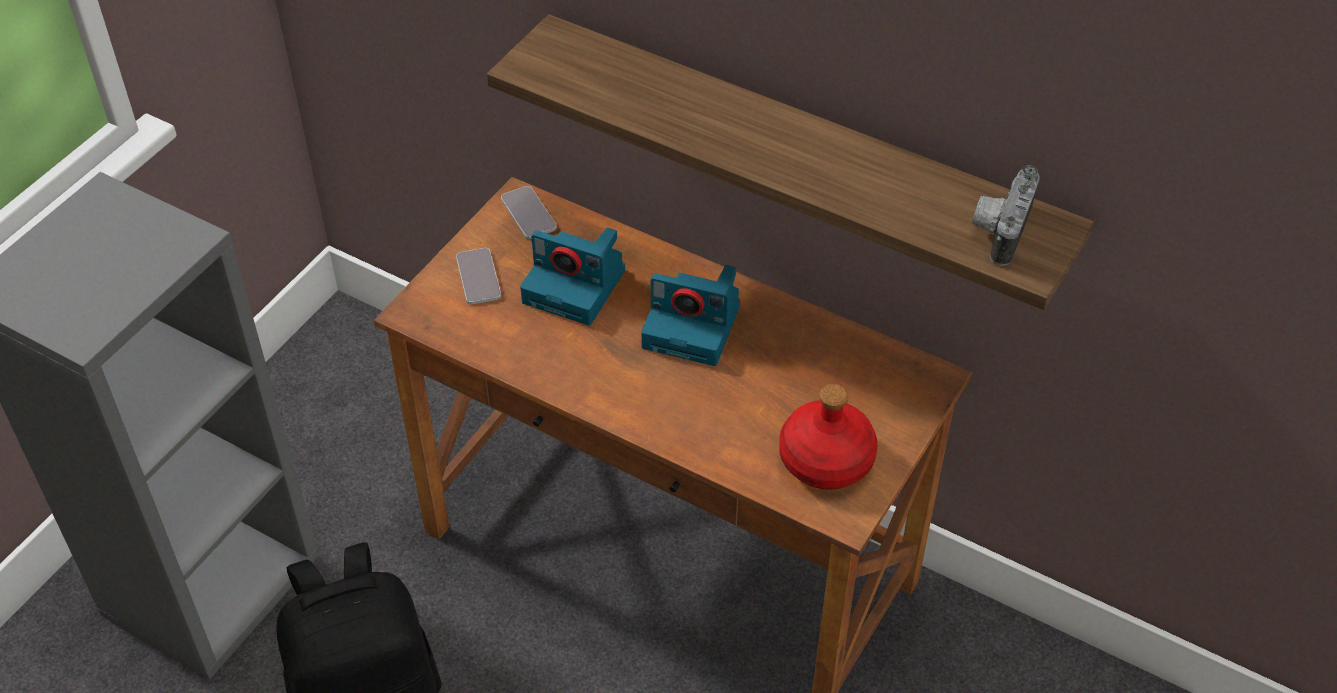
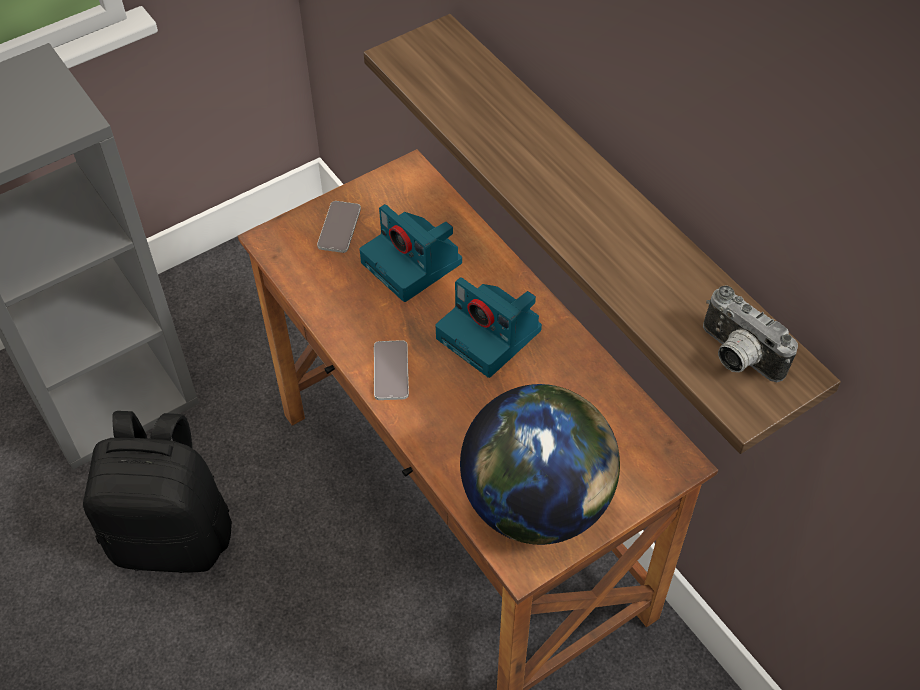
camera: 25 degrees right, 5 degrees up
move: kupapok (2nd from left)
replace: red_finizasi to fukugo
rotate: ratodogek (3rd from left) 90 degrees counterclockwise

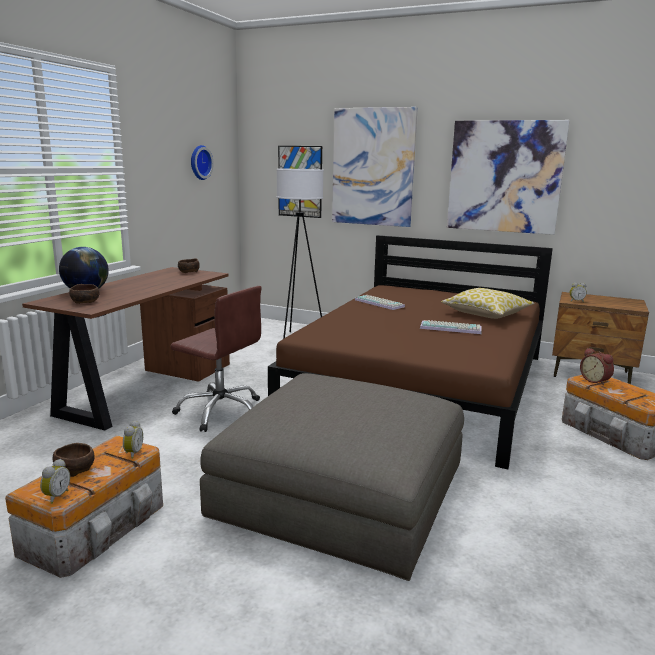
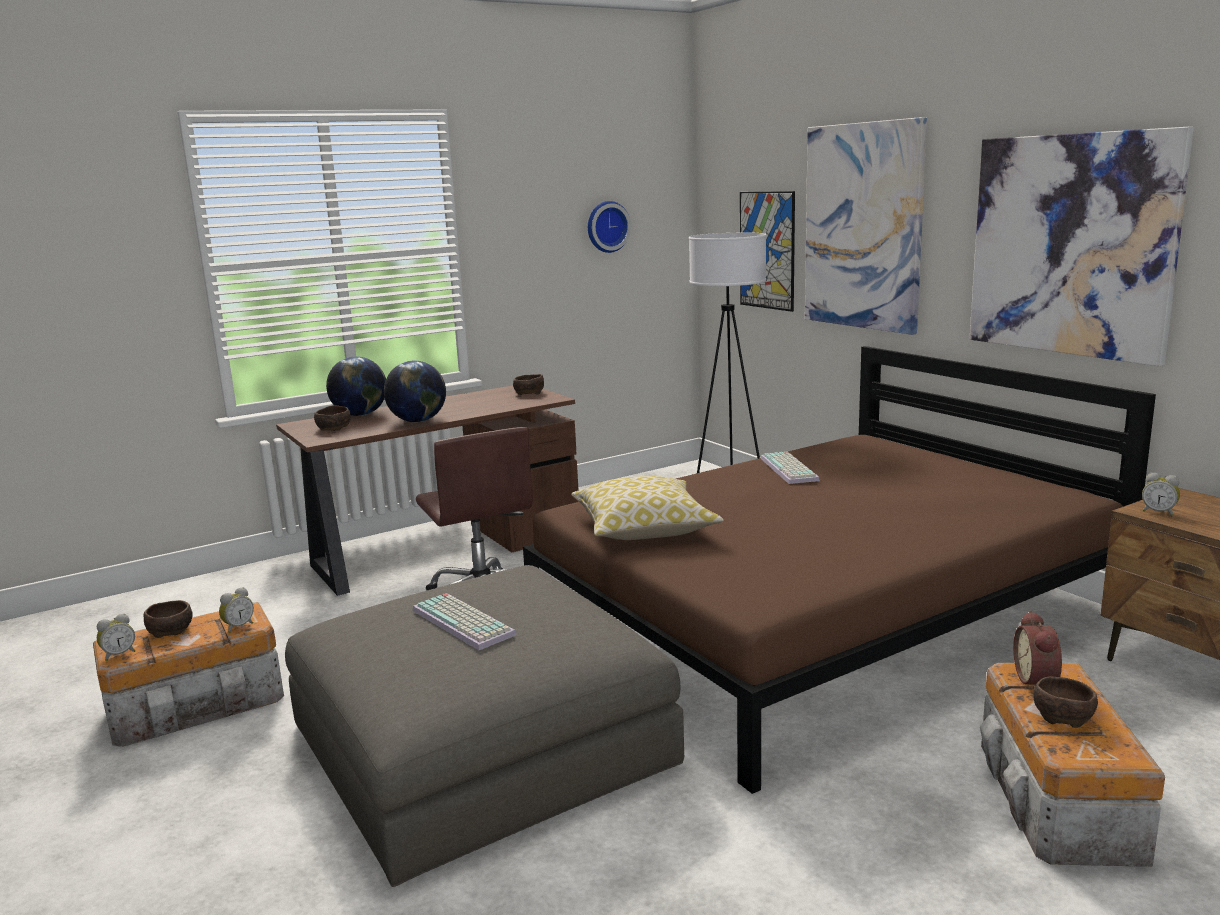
camera: 35 degrees right, 0 degrees up
insert: fukugo (2nd from left); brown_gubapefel (4th from left)
move: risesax (2nd from left in the first image) to risesax (1st from left); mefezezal

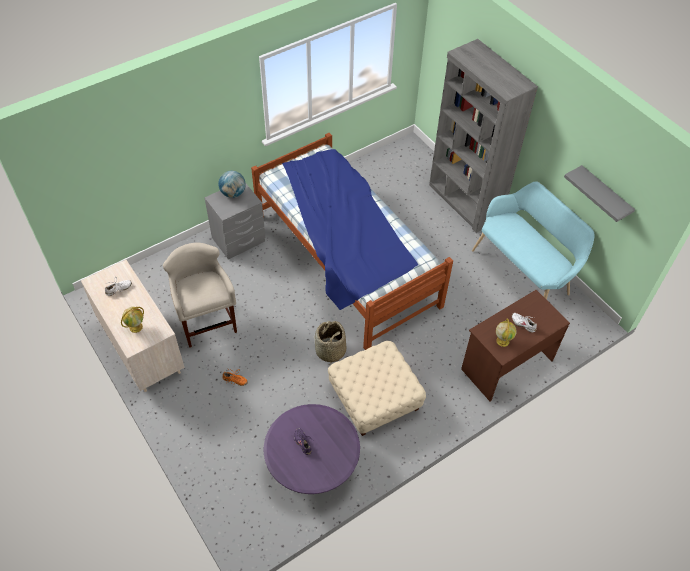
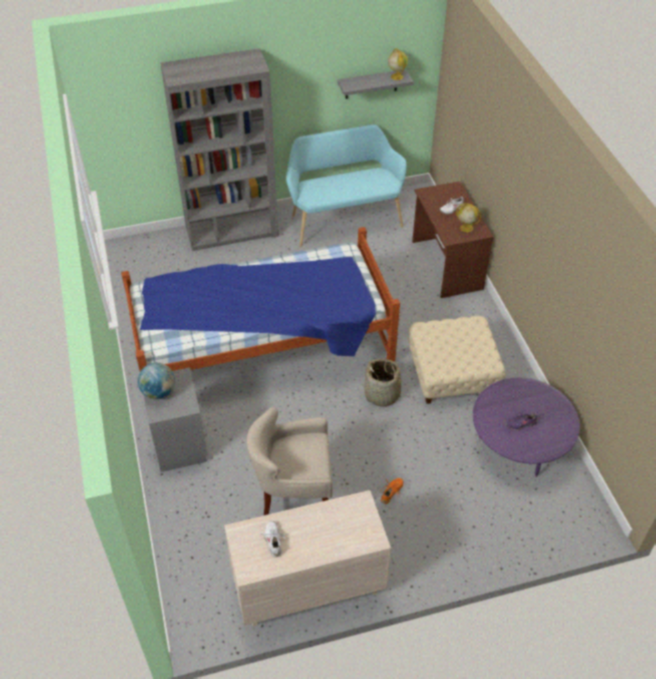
camera: 70 degrees left, 5 degrees down
move: fukugo (1st from left in the first image) to fukugo (2nd from left)

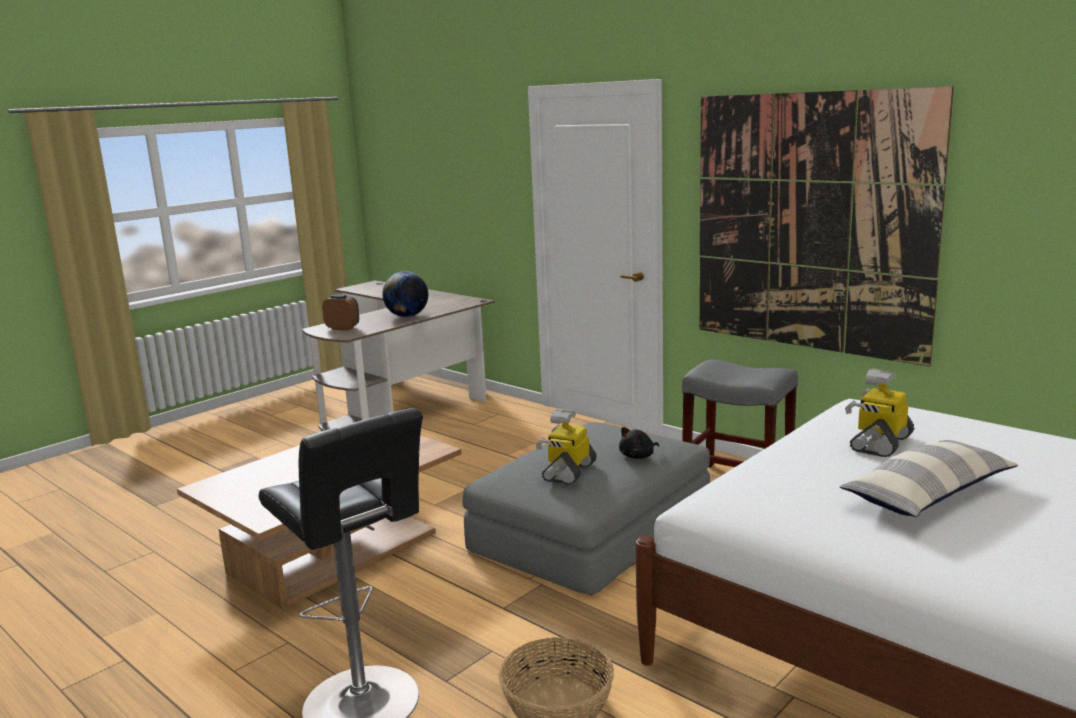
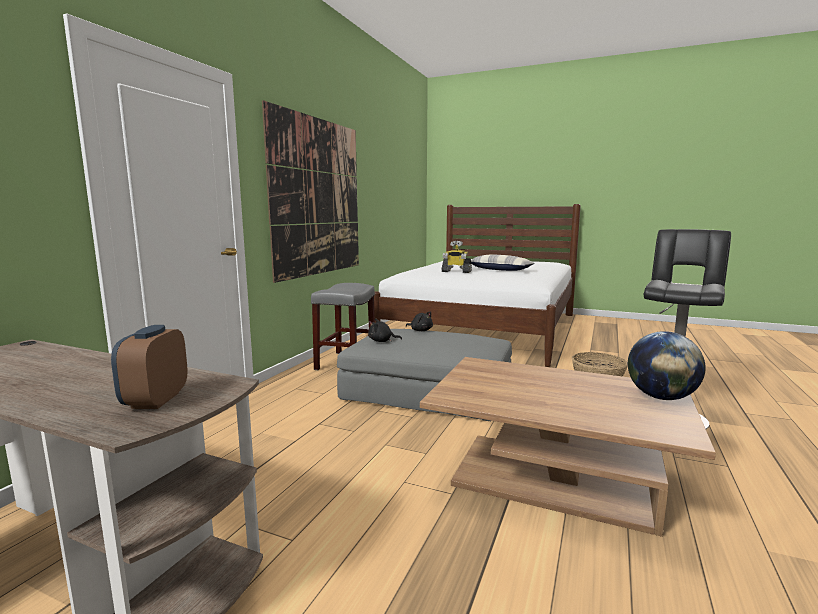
camera: 110 degrees left, 5 degrees down
delete: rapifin (1st from left)
insert: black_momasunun (1st from left)
move: fukugo

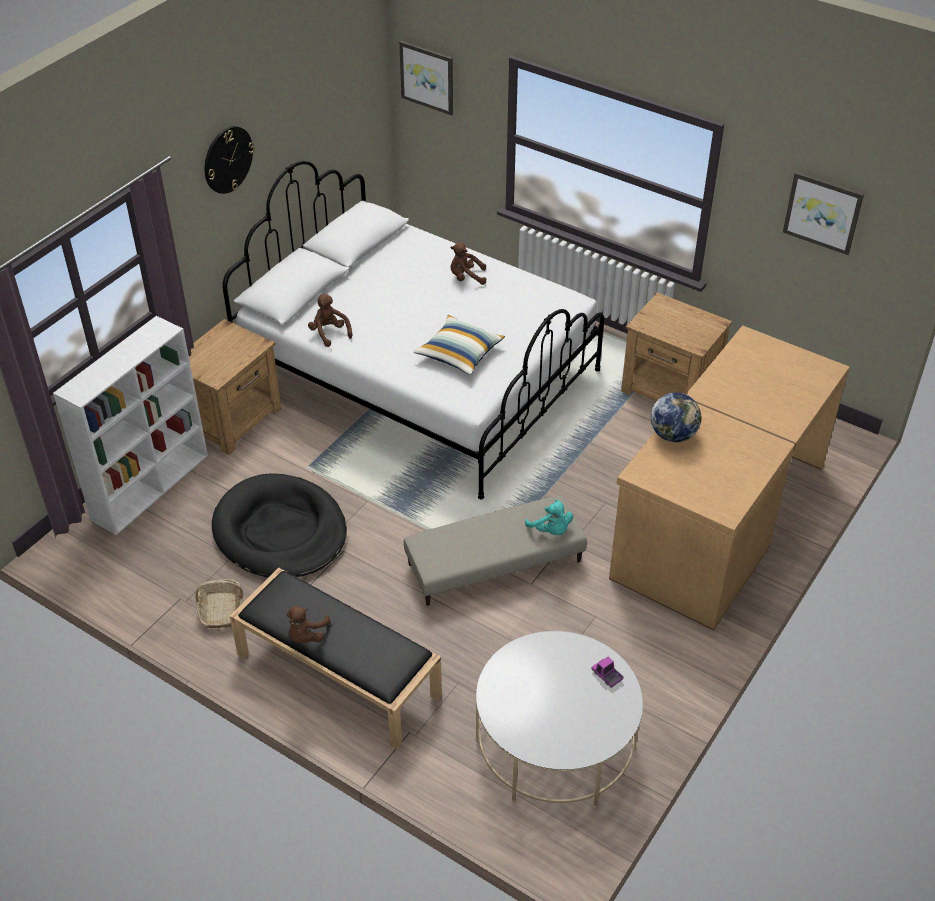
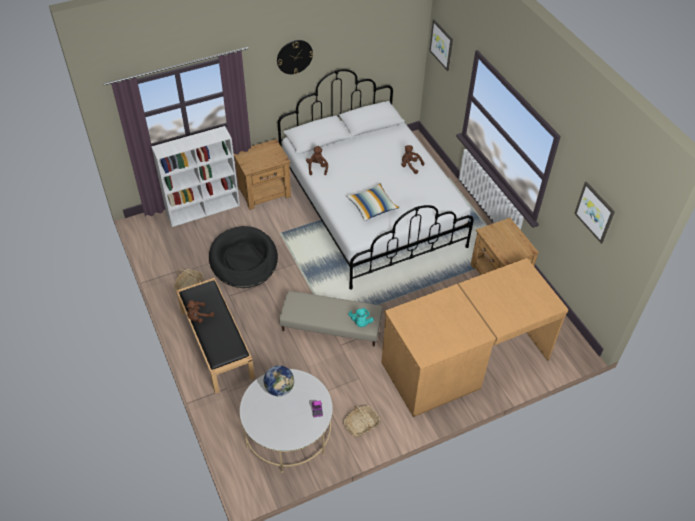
camera: 30 degrees right, 5 degrees up
insert: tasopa (2nd from left)
move: fukugo

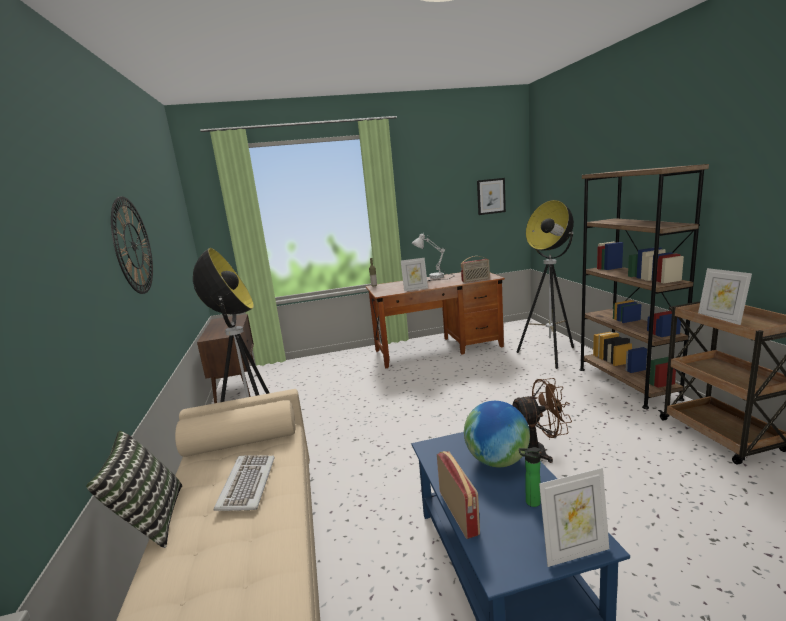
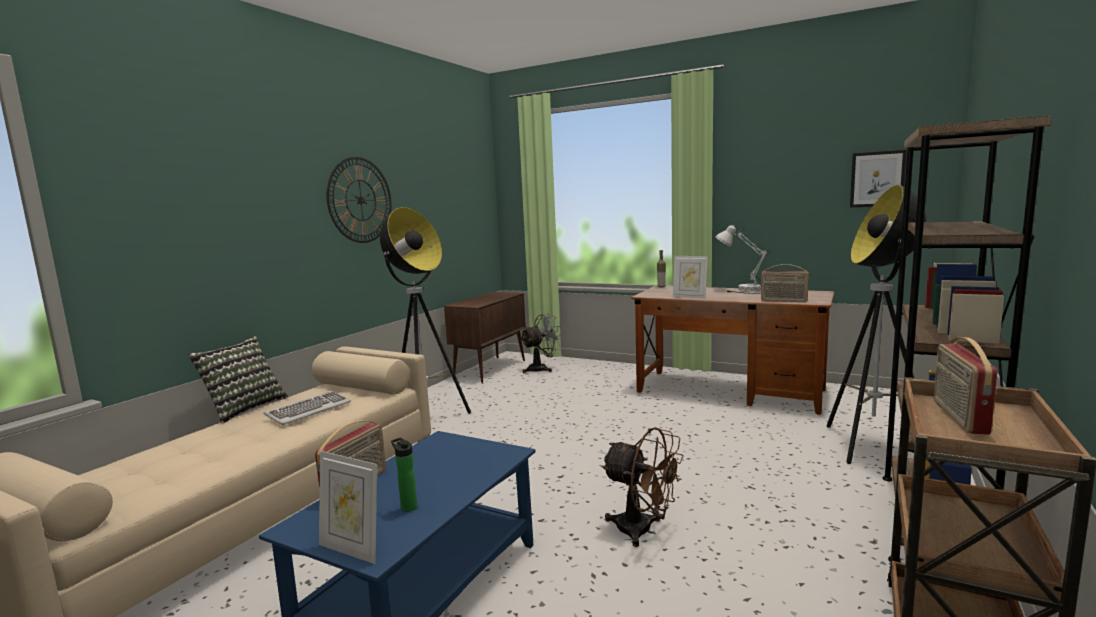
camera: 40 degrees right, 5 degrees down
delete: fukugo
insert: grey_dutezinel
replace: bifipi (3rd from left) to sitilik (3rd from left)

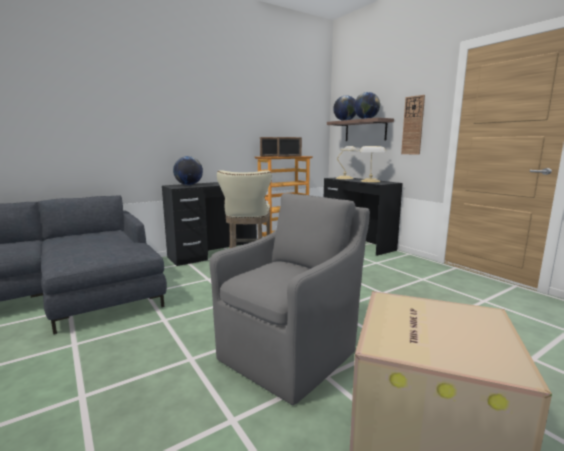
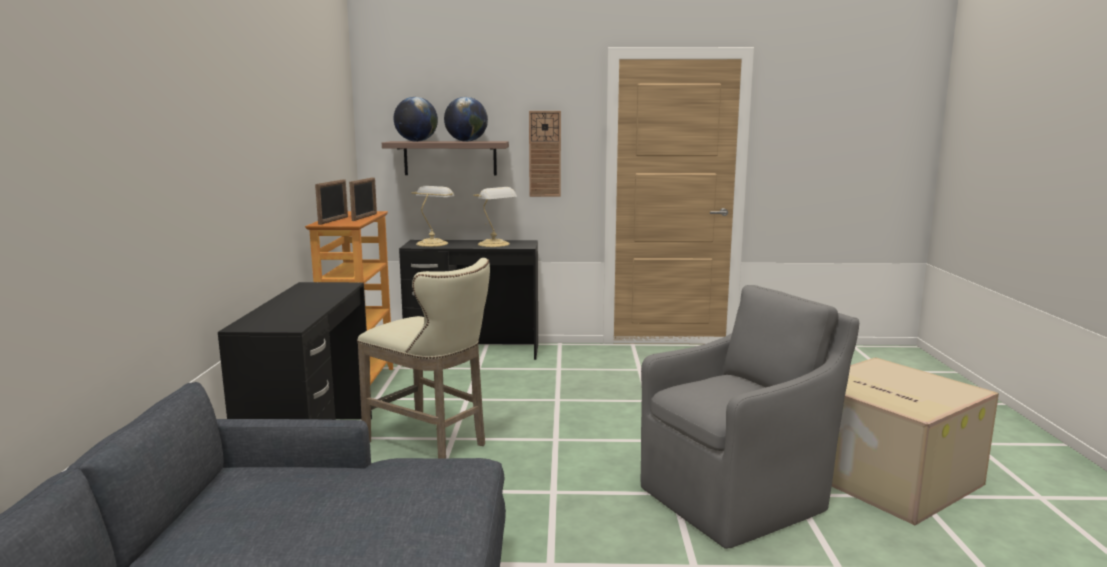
camera: 55 degrees left, 0 degrees up
delete: fukugo (1st from left)
rotate: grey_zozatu 75 degrees clockwise

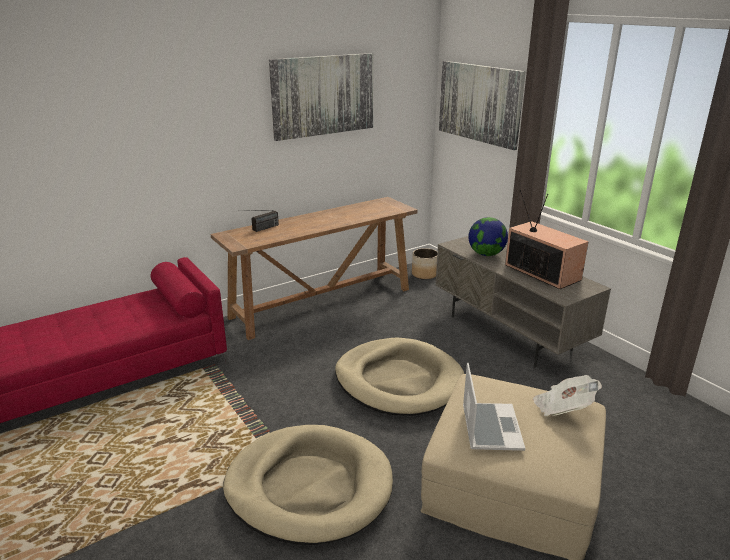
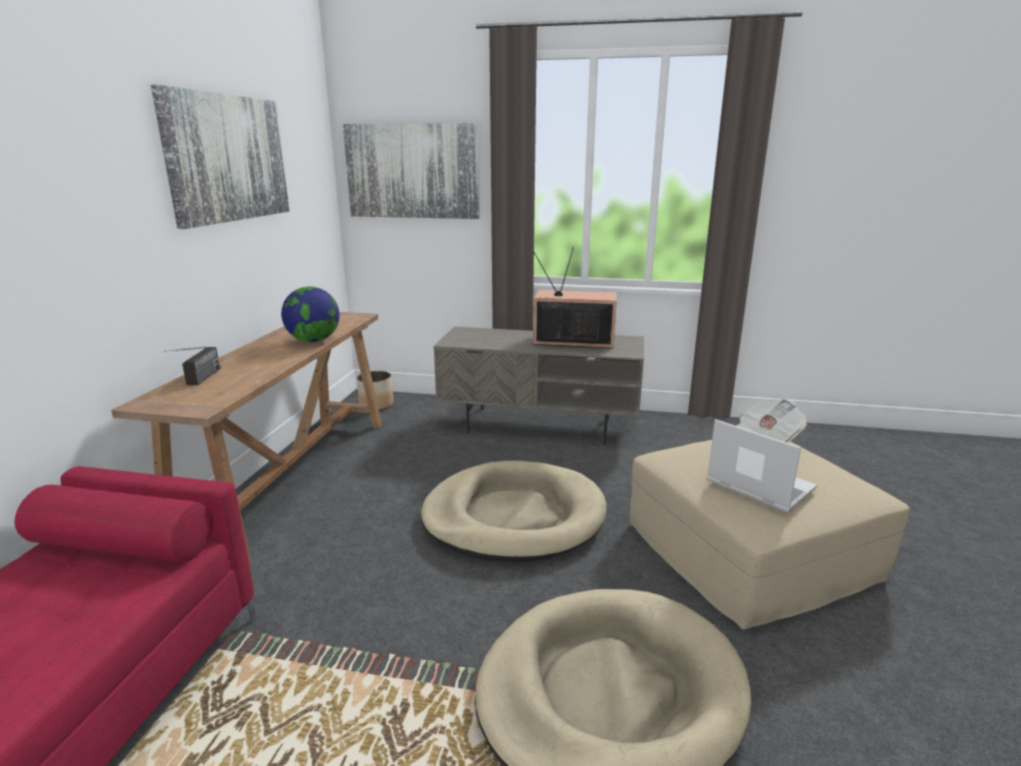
camera: 45 degrees left, 5 degrees down
move: fukugo

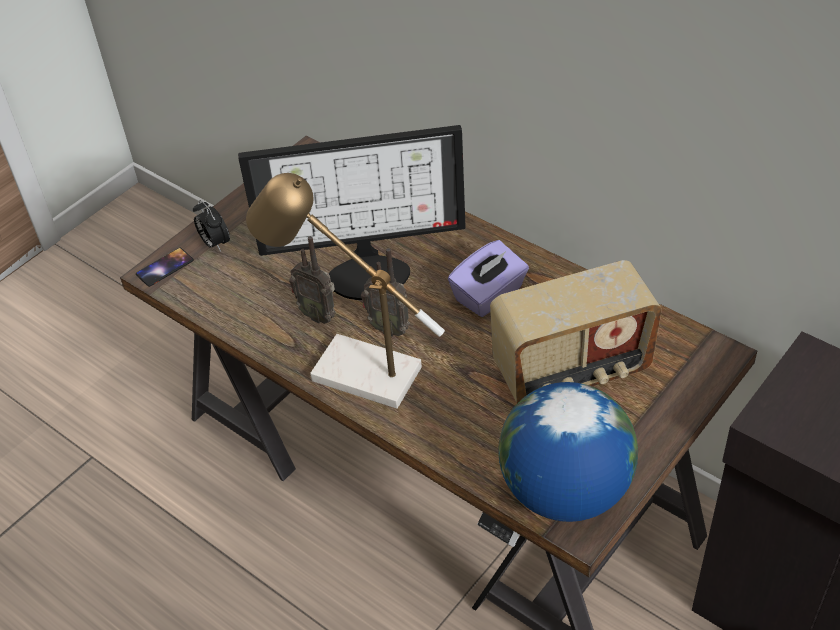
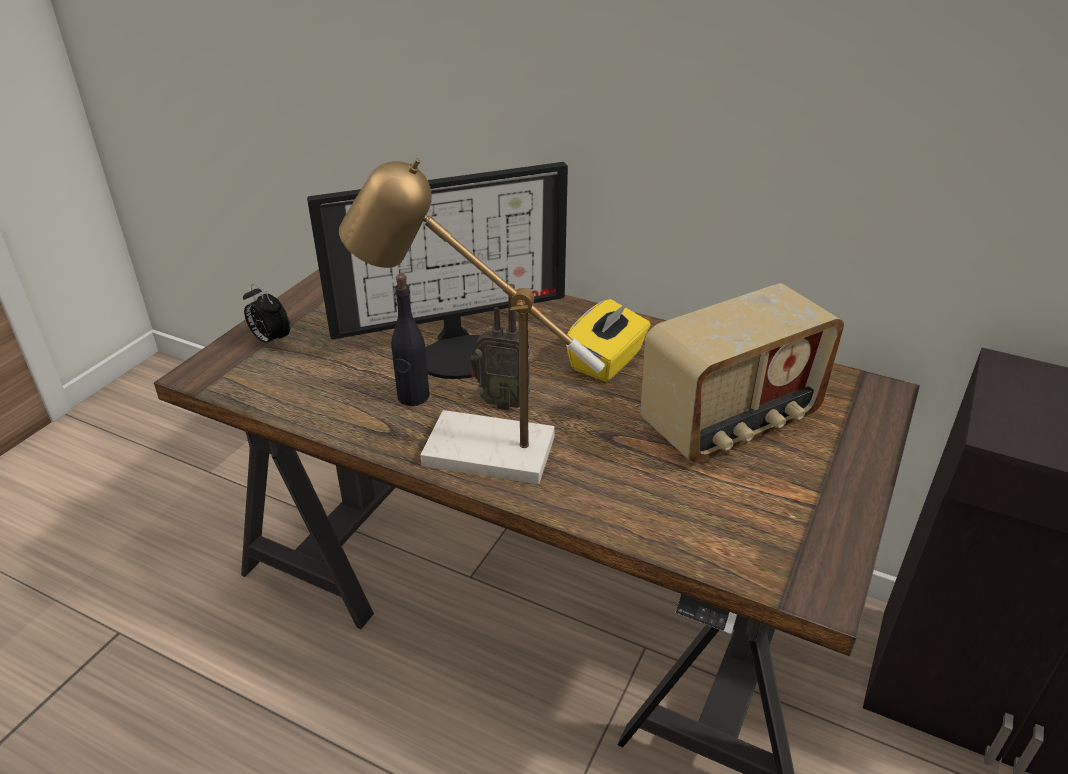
camera: 15 degrees left, 10 degrees down
delete: kupapok; fukugo
replace: sitilik (1st from left) to black_finizasi
recolor: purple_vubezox to yellow_vubezox

